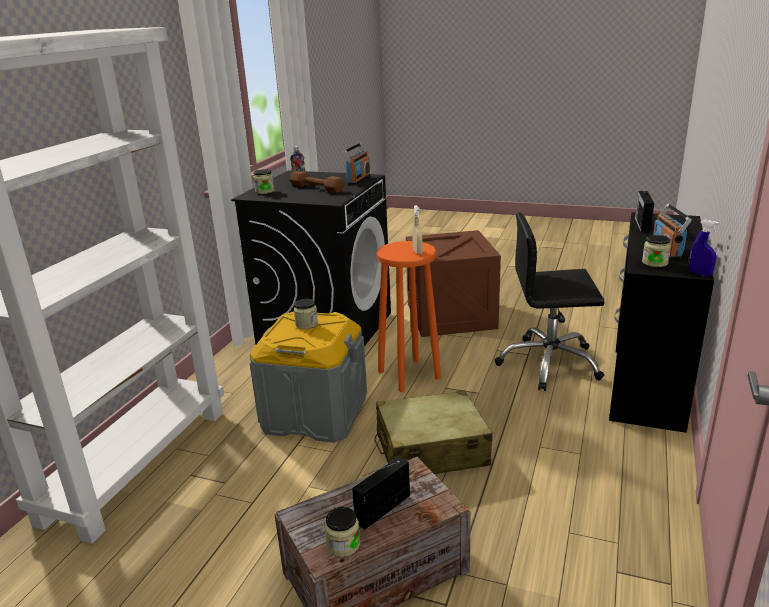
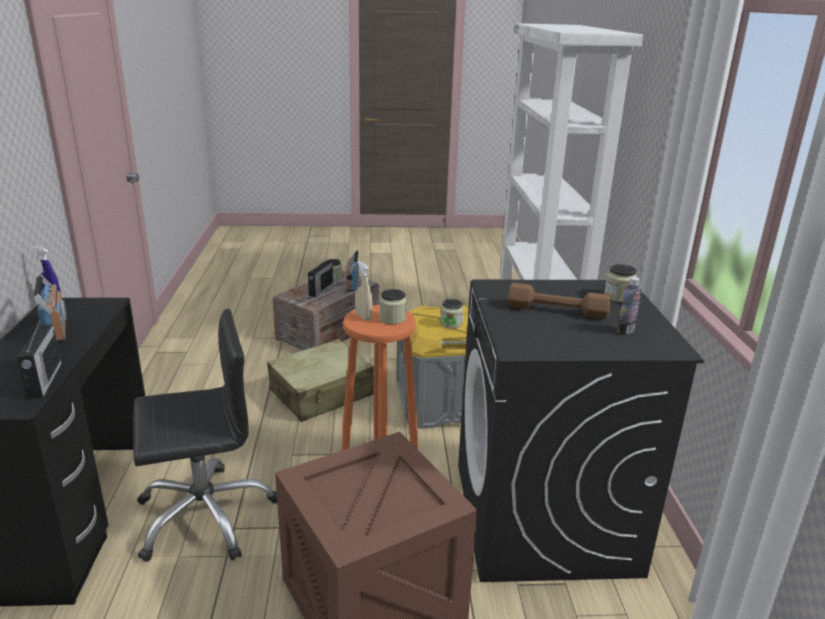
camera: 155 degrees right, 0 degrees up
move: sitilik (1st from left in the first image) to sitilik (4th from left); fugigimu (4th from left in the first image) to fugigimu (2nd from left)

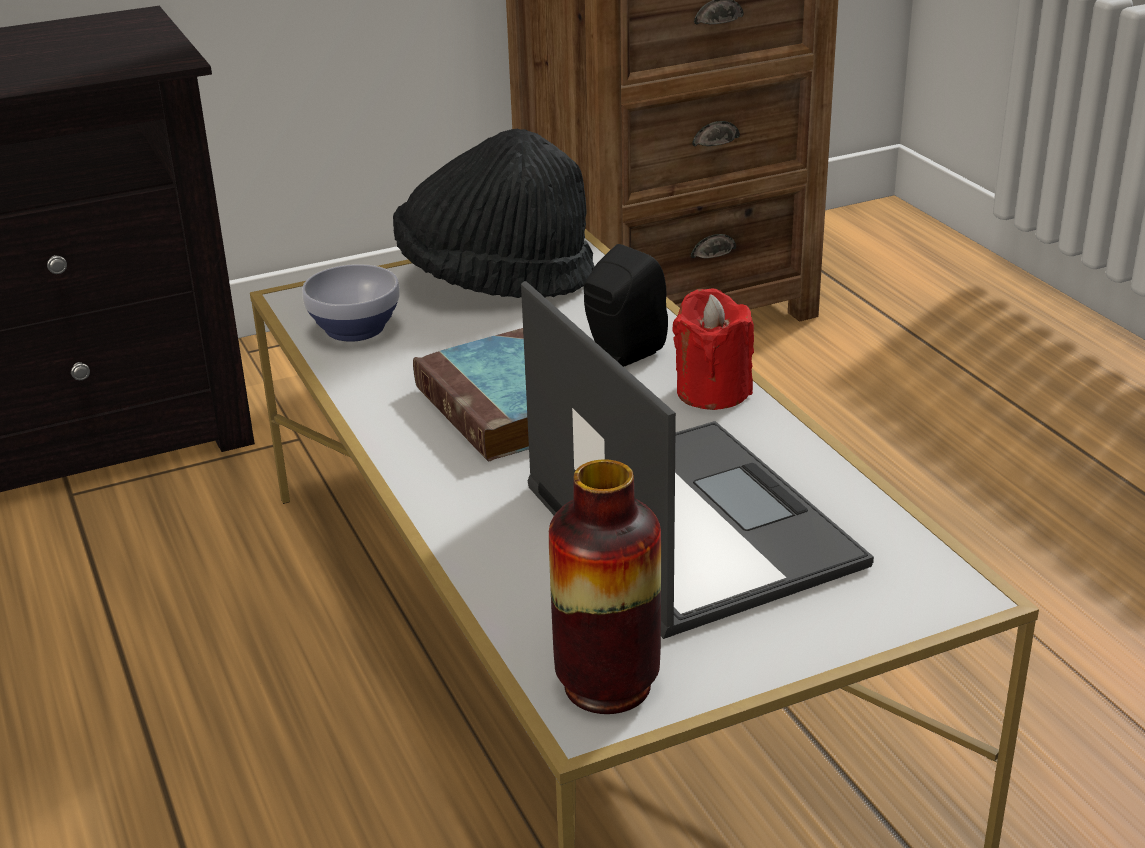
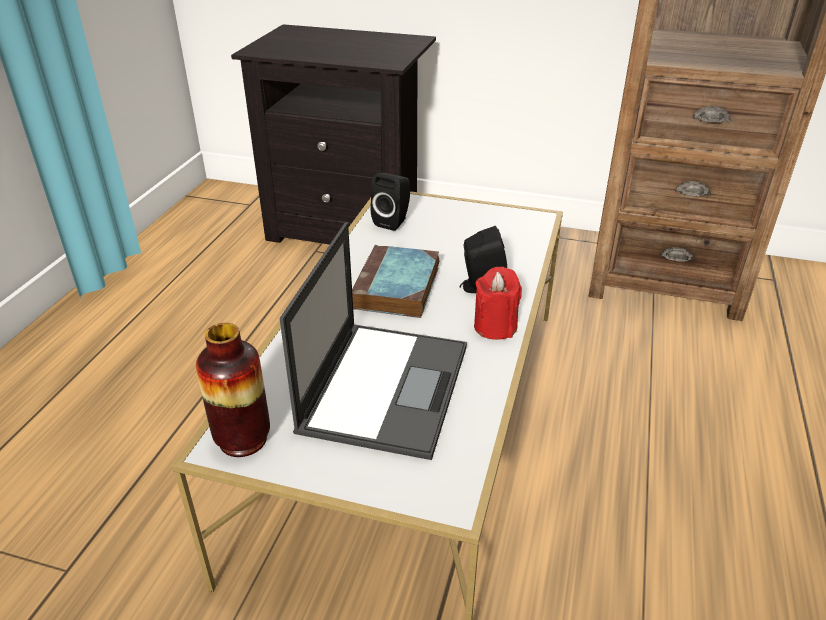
camera: 40 degrees right, 5 degrees up
delete: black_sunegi
replace: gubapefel to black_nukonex (1st from left)

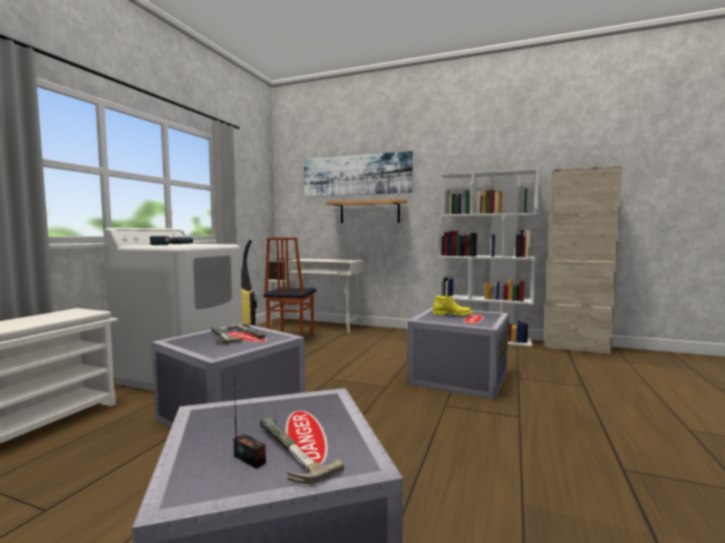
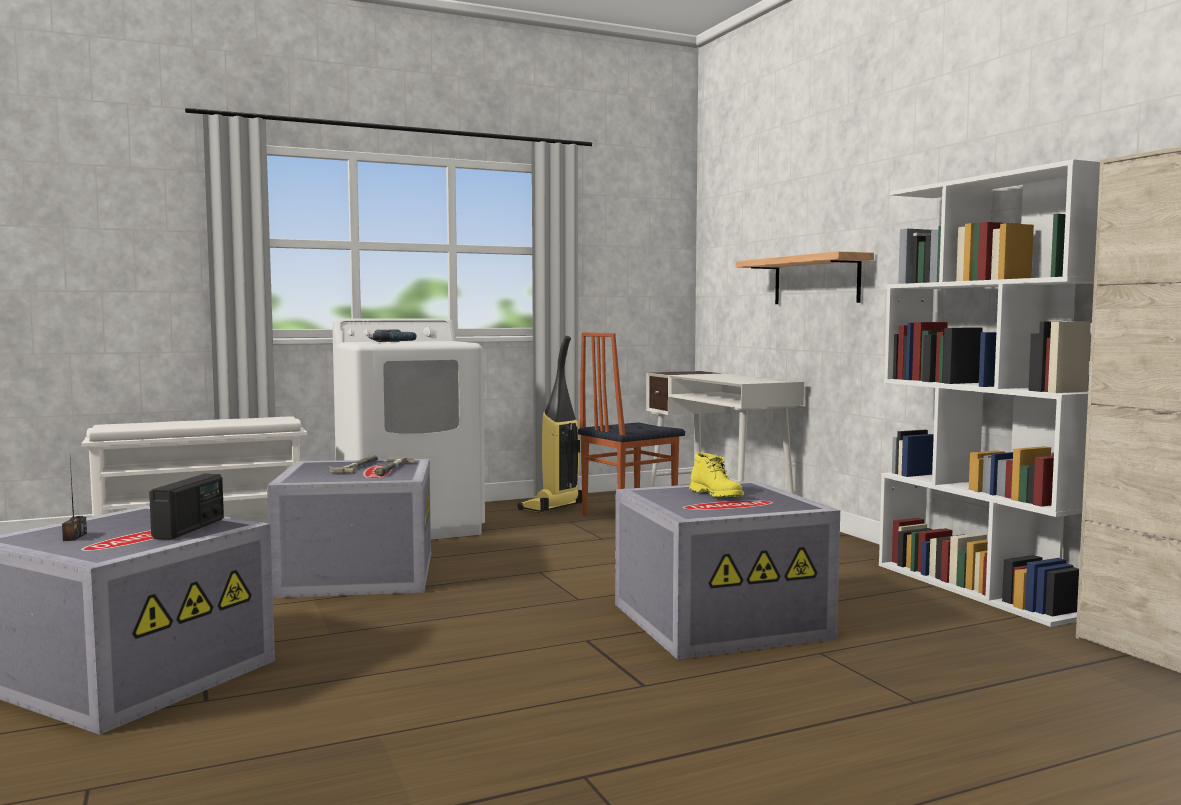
camera: 45 degrees right, 0 degrees up
delete: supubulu (3rd from left); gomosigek
insert: sitilik (2nd from left)

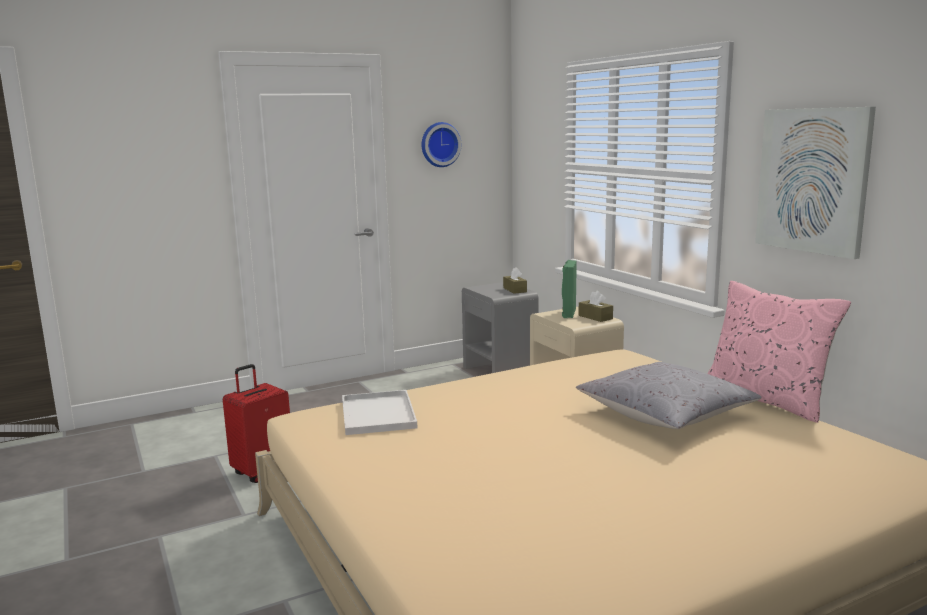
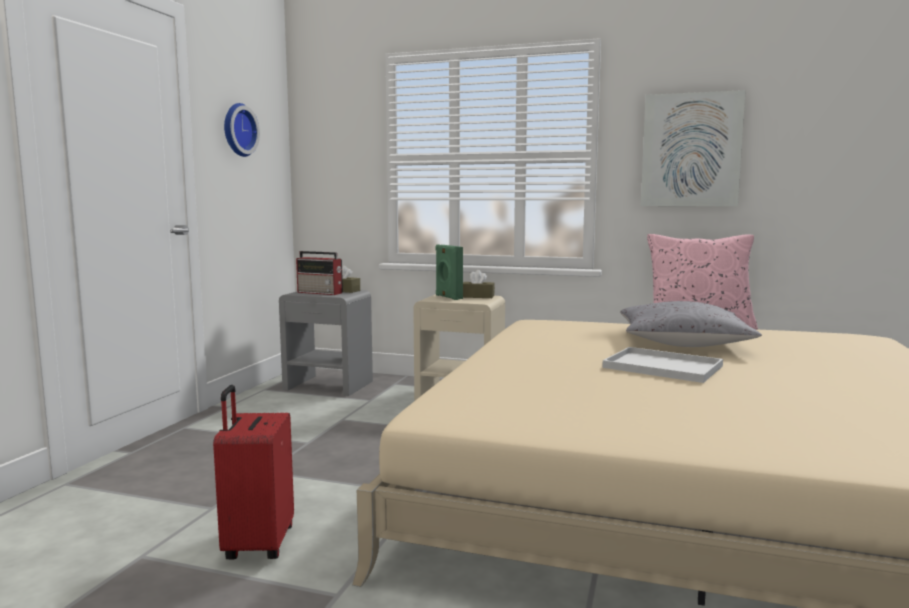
camera: 45 degrees left, 5 degrees down
insert: sitilik
move: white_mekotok

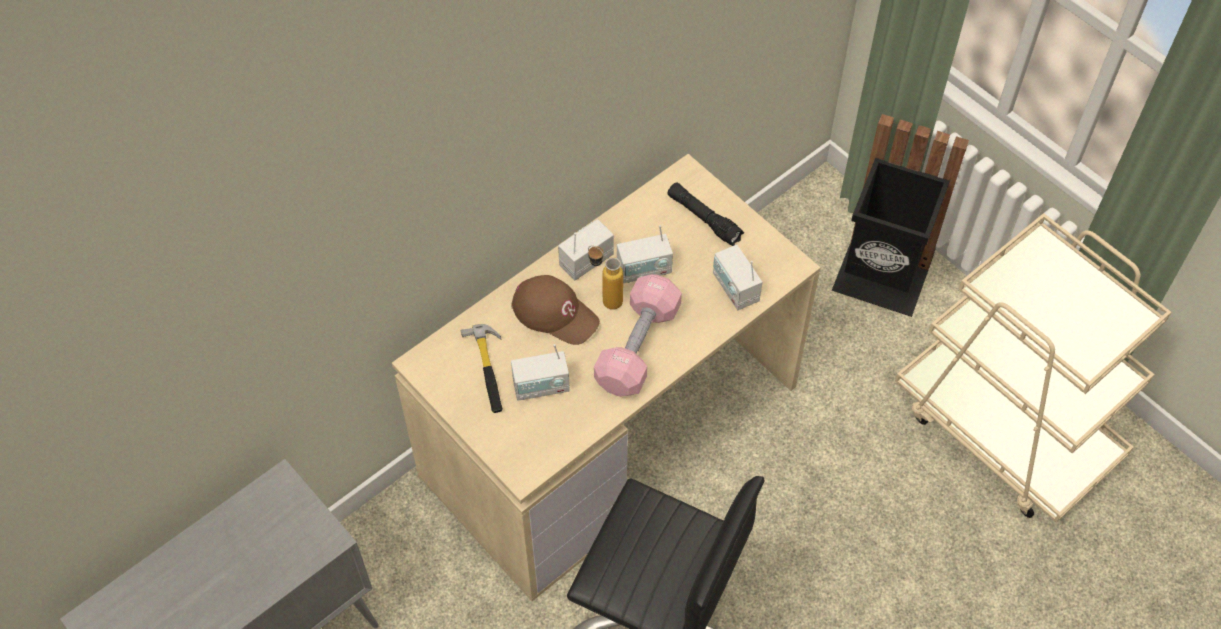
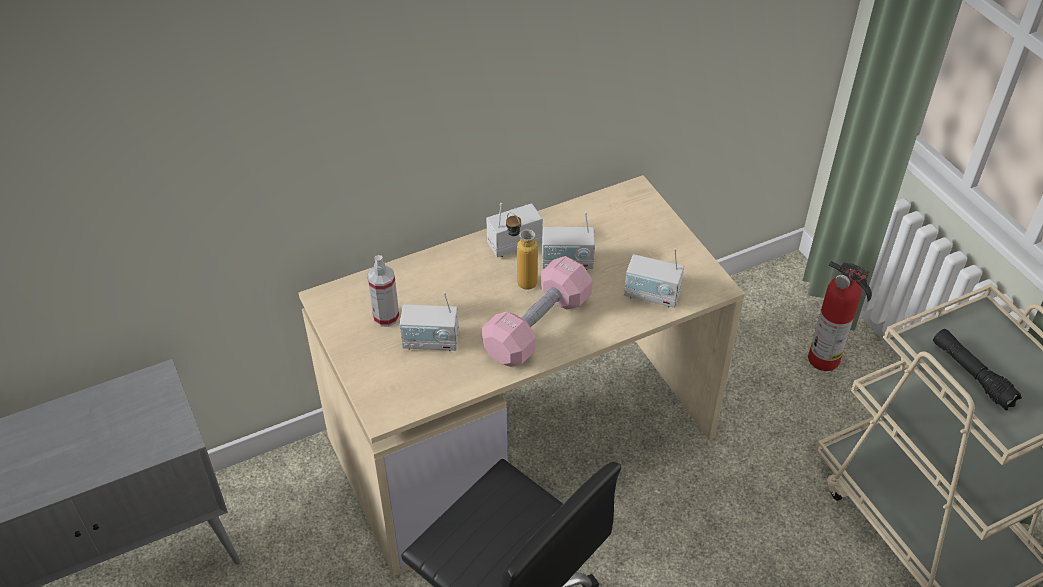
camera: 15 degrees right, 10 degrees down
delete: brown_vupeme
move: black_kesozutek
replace: supubulu to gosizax; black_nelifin to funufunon
rotate: sitilik (4th from left) 60 degrees counterclockwise

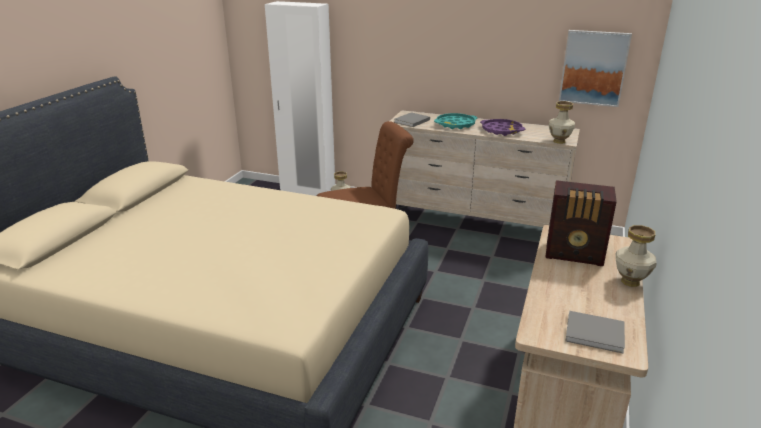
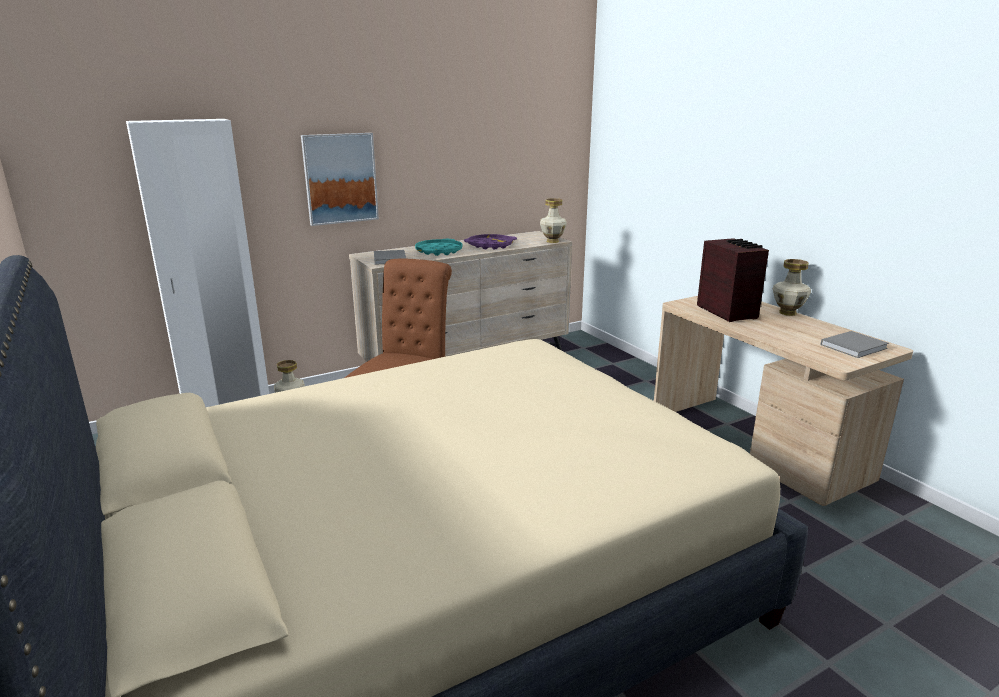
camera: 50 degrees left, 5 degrees down
move: gomosigek
rotate: sitilik 75 degrees counterclockwise

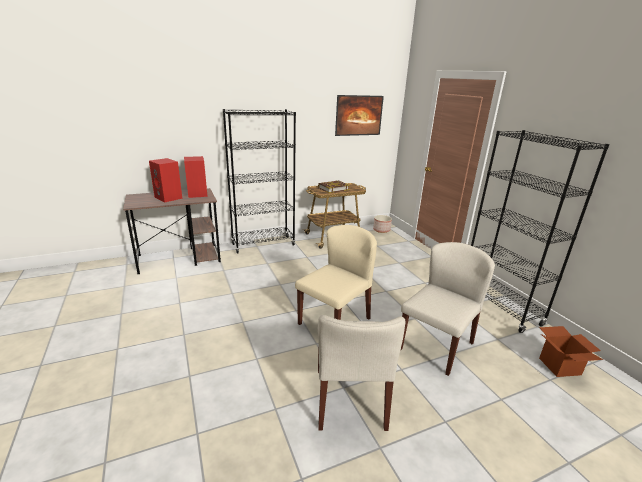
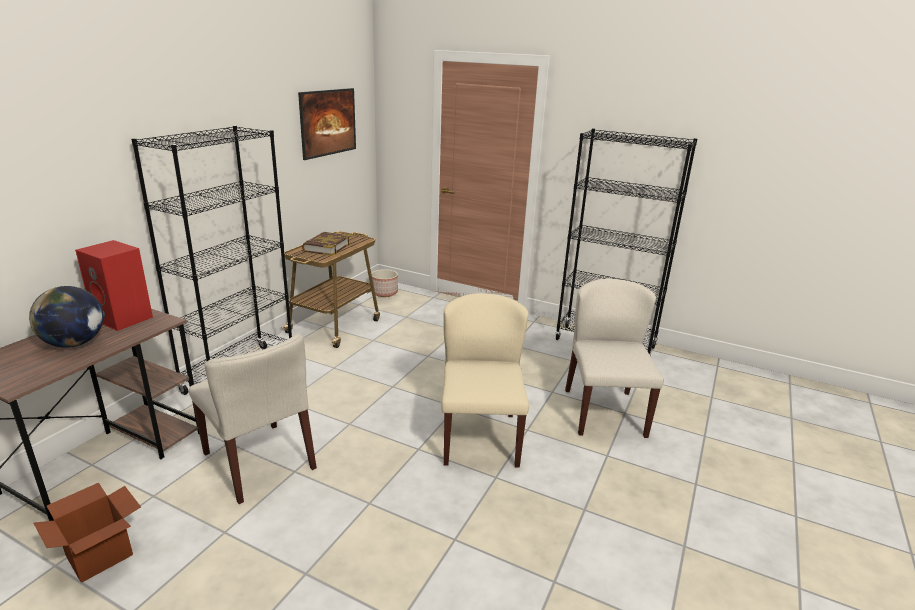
camera: 40 degrees left, 0 degrees up
move: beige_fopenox (2nd from left in the first image) to beige_fopenox (1st from left); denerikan
replace: red_nukonex (1st from left) to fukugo

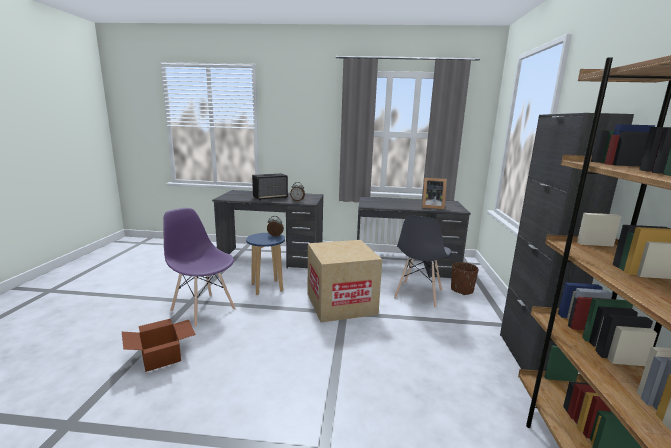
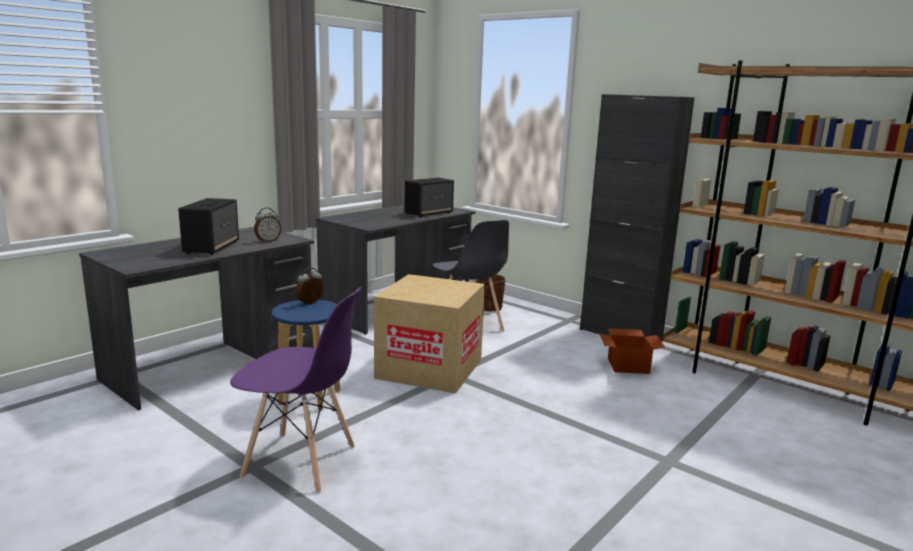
camera: 55 degrees left, 0 degrees up
move: denerikan (1st from left in the first image) to denerikan (2nd from left)
replace: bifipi to nukonex (2nd from left)
rotate: purple_fopenox 150 degrees counterclockwise

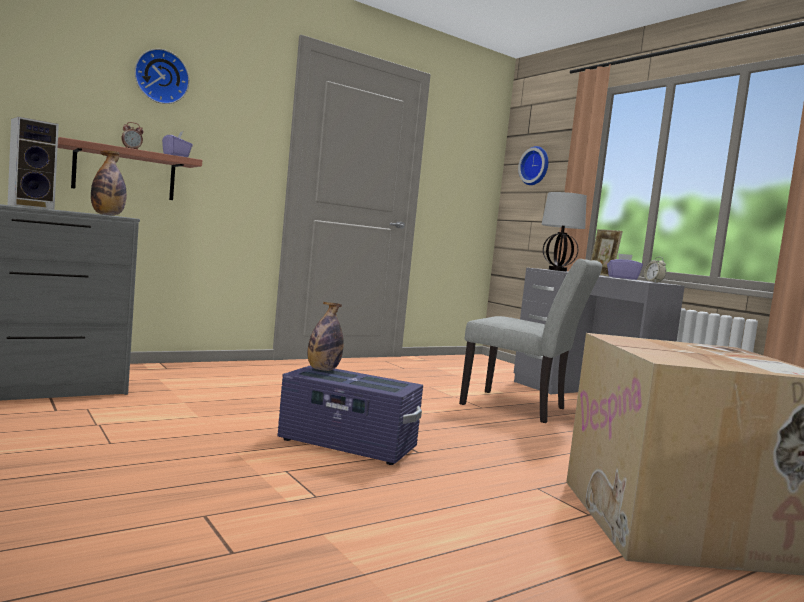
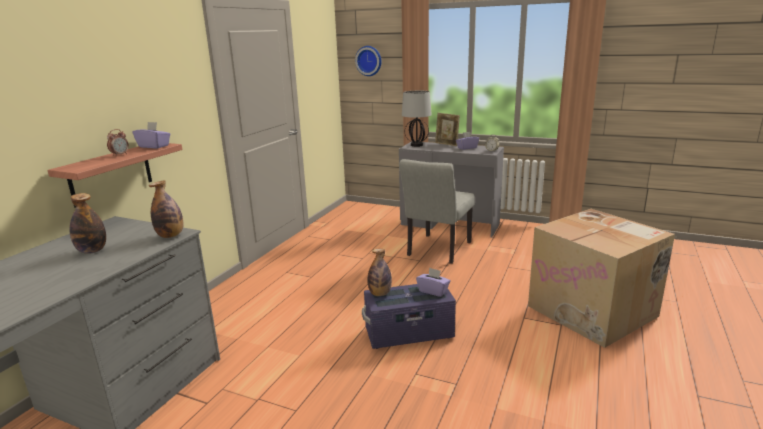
camera: 30 degrees left, 15 degrees up
delete: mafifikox (1st from left)
insert: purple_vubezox (2nd from left)
replace: nukonex to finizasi (1st from left)
rotate: grey_fopenox 120 degrees clockwise

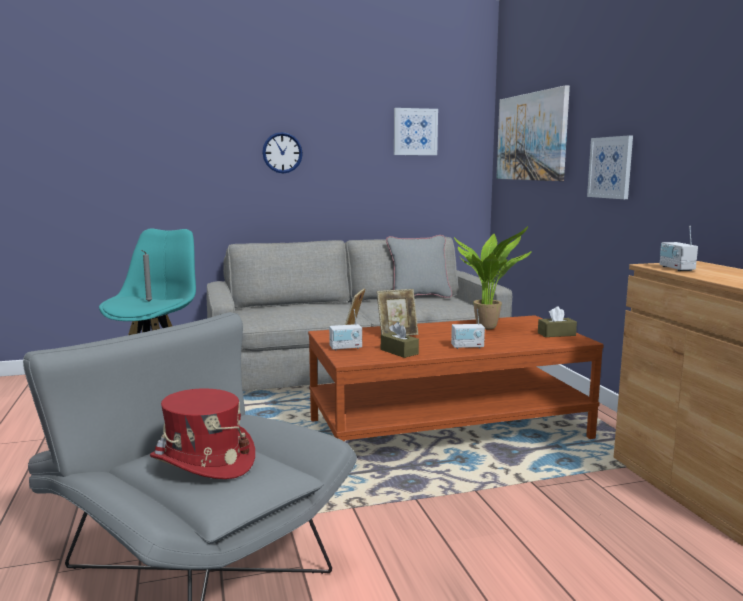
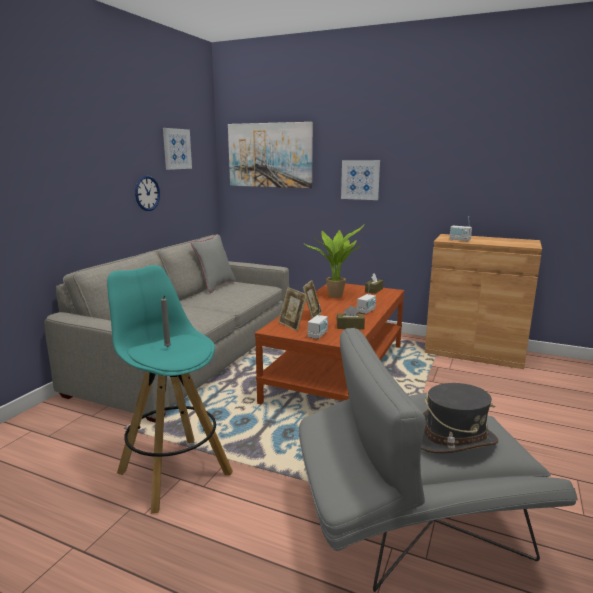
camera: 50 degrees left, 5 degrees up
move: mafifikox
recolor: red_sunegi to grey_sunegi

